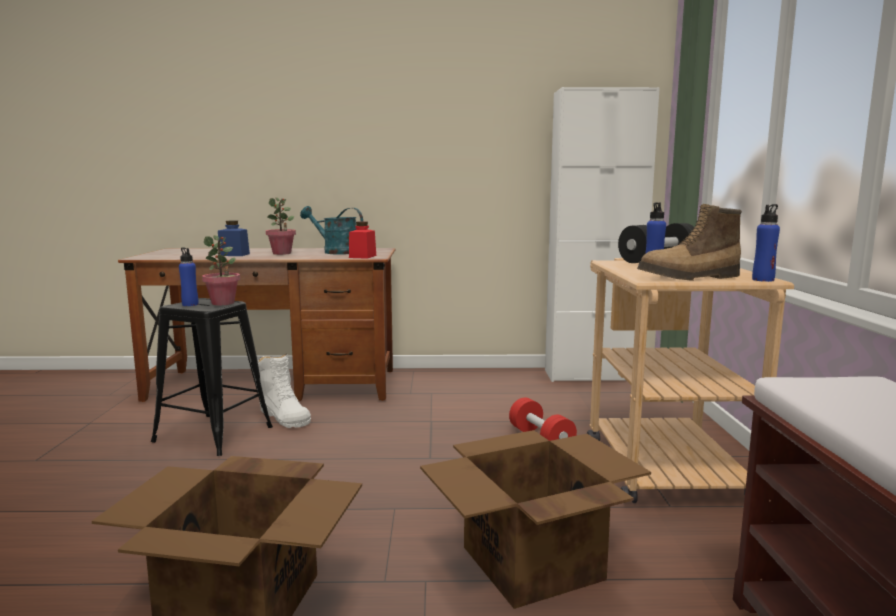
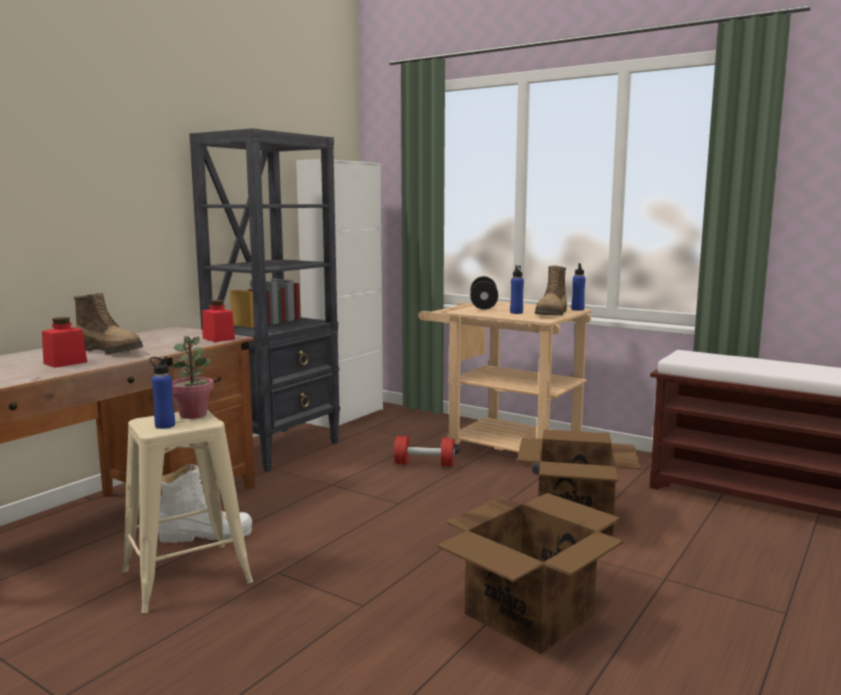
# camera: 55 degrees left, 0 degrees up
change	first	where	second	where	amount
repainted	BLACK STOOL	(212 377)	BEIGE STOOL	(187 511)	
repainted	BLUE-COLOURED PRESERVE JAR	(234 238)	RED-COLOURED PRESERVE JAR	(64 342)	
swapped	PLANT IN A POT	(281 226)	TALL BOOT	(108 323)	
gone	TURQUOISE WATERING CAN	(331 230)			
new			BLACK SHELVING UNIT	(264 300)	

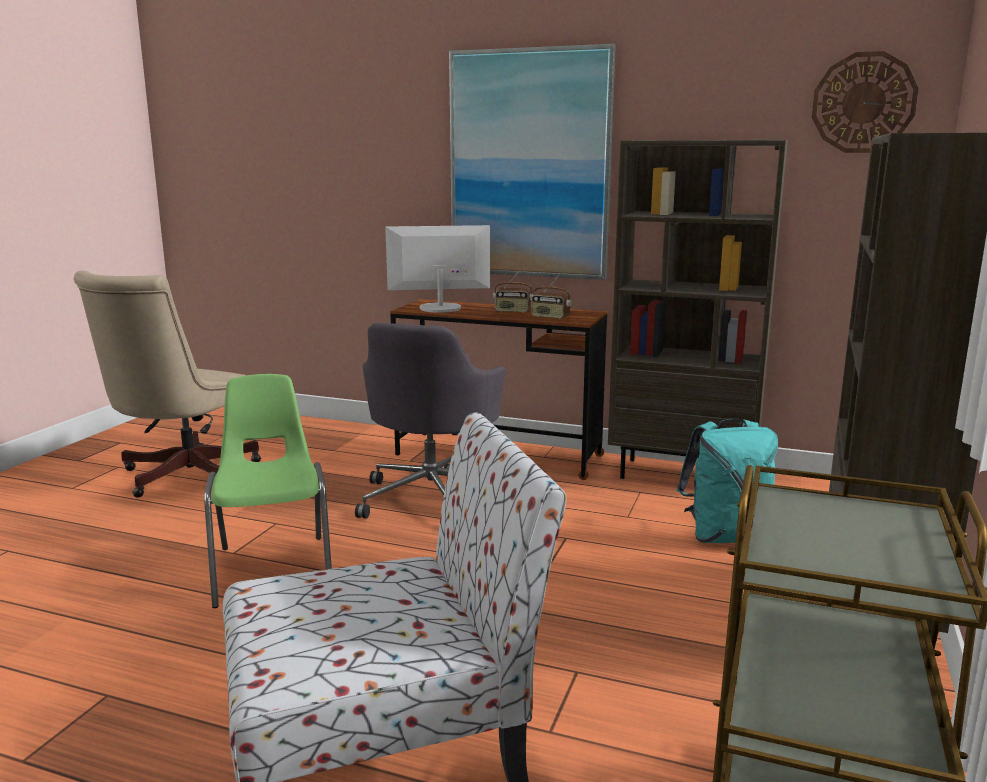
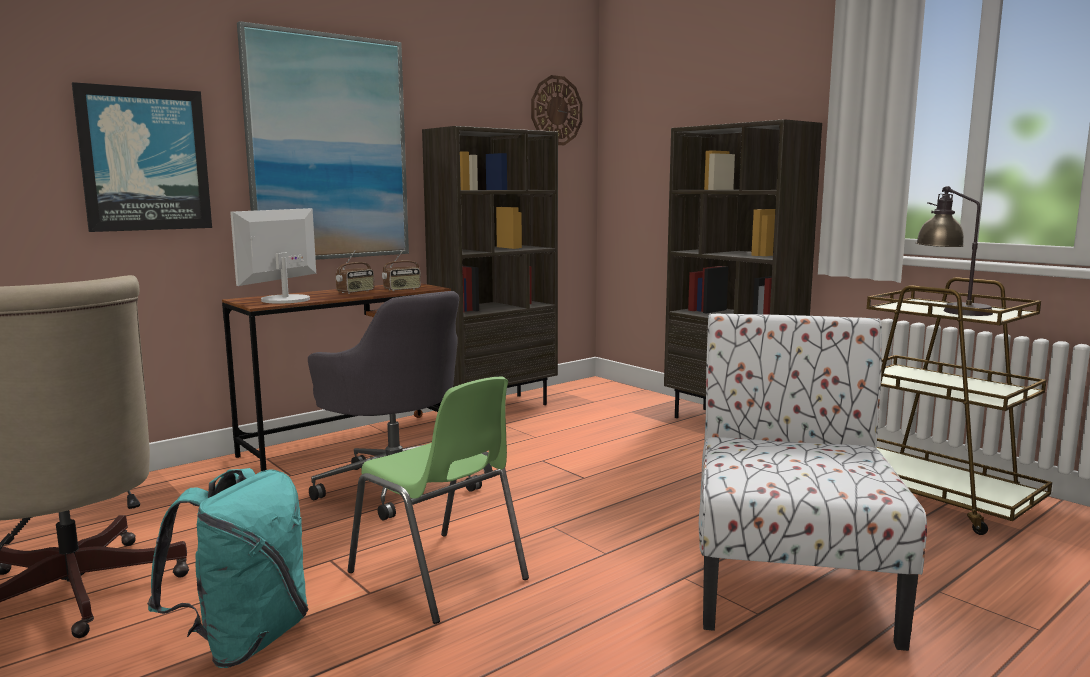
# camera: 60 degrees left, 5 degrees down
change	first	where	second	where	amount
rotated	GREEN-COLOURED CHAIR	(268 491)		(438 500)	150 degrees counterclockwise
shifted	TURQUOISE KNAPSACK	(727 480)		(227 568)	
new			WALL ART	(142 157)	
new			TABLETOP LAMP	(954 251)	

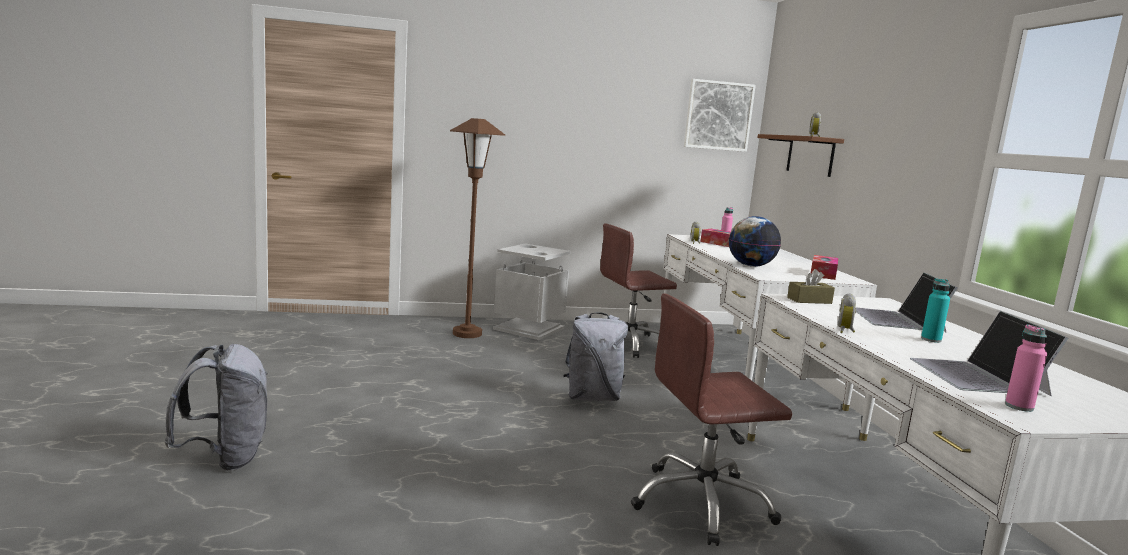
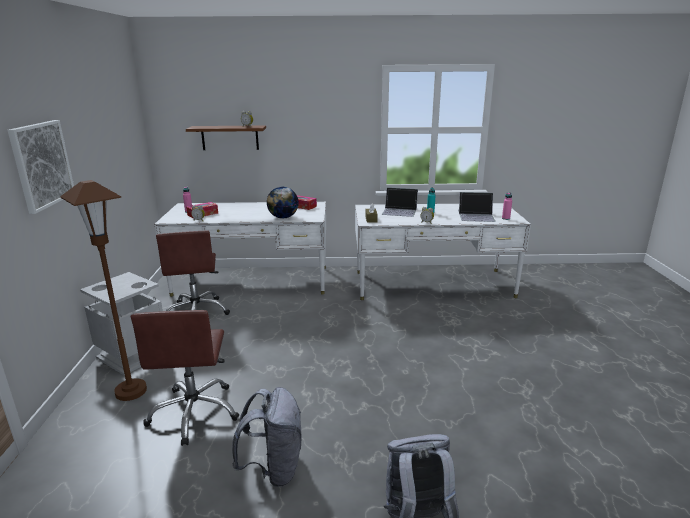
# camera: 80 degrees left, 10 degrees up
change	first	where	second	where	amount
shifted	GREY KNAPSACK	(595 356)		(266 437)	
shifted	BROWN OFFICE CHAIR	(711 420)		(185 378)	
shifted	WALL ART	(720 115)		(40 167)	

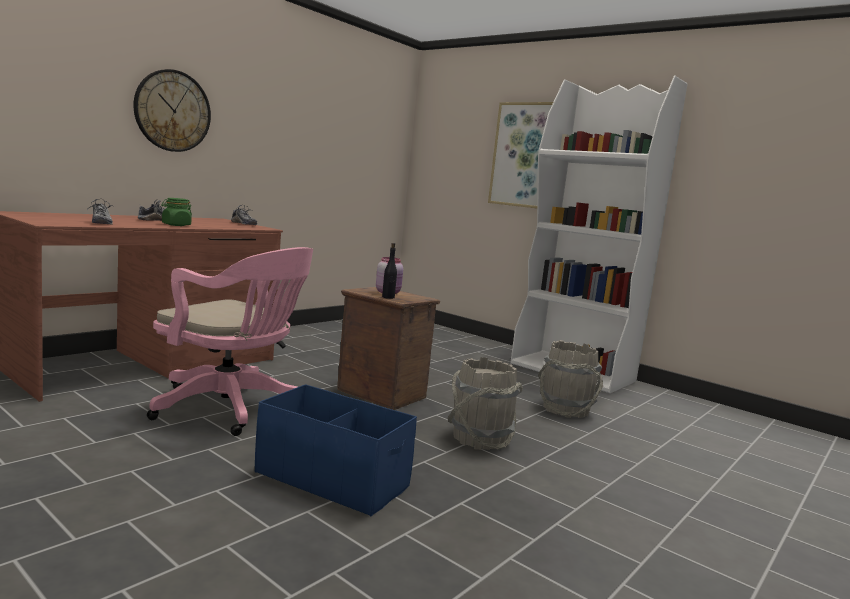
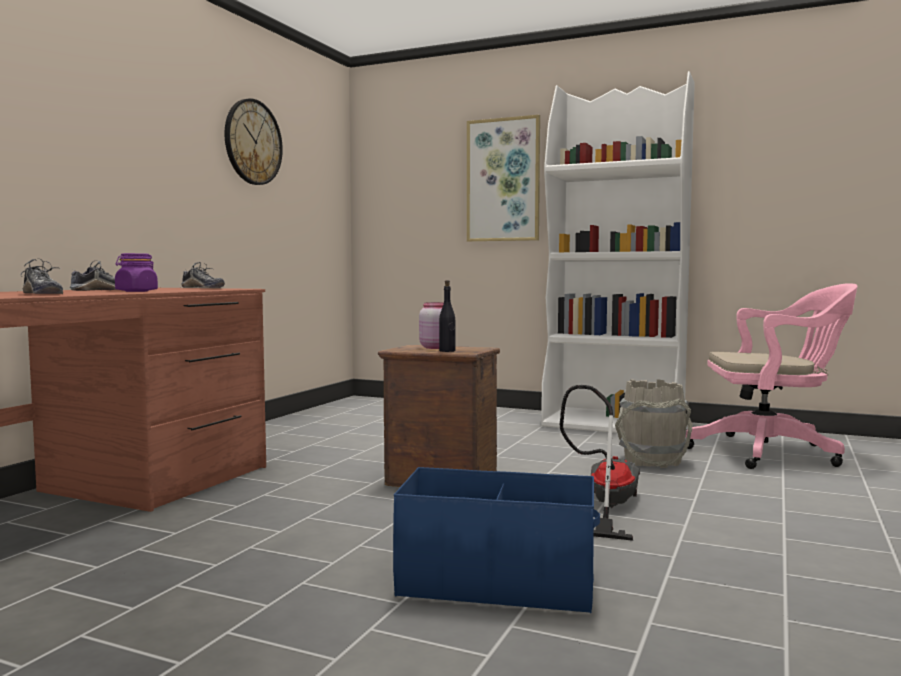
# camera: 15 degrees left, 5 degrees down
change	first	where	second	where	amount
shifted	WALL CLOCK	(172 110)		(254 142)	
shifted	PINKISH OFFICE CHAIR	(230 341)		(772 376)	
repainted	GREEN-COLOURED PRESERVE JAR	(176 212)	PURPLE-COLOURED PRESERVE JAR	(136 272)	
swapped	GREY BUCKET	(485 403)	HOOVER	(599 463)	

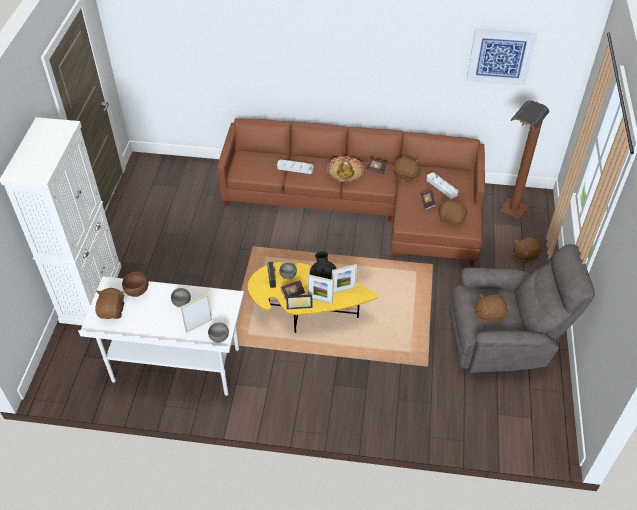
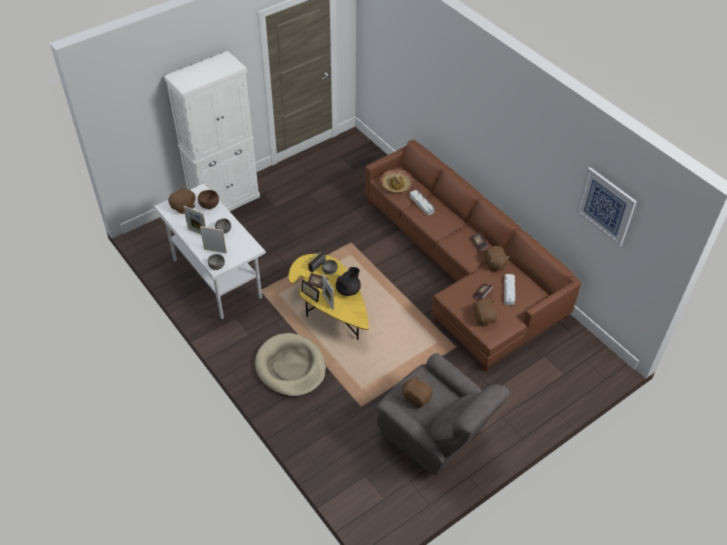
# camera: 45 degrees right, 0 degrees up
change	first	where	second	where	amount
shifted	WEARABLE HAT	(345 169)		(397 181)	
shifted	PHOTO FRAME	(344 279)		(194 220)	
gone	BROWN FLOOR LAMP	(524 159)			
gone	BROWN PLUSH TOY	(527 250)			
new			BEIGE DOG CUSHION	(290 365)	

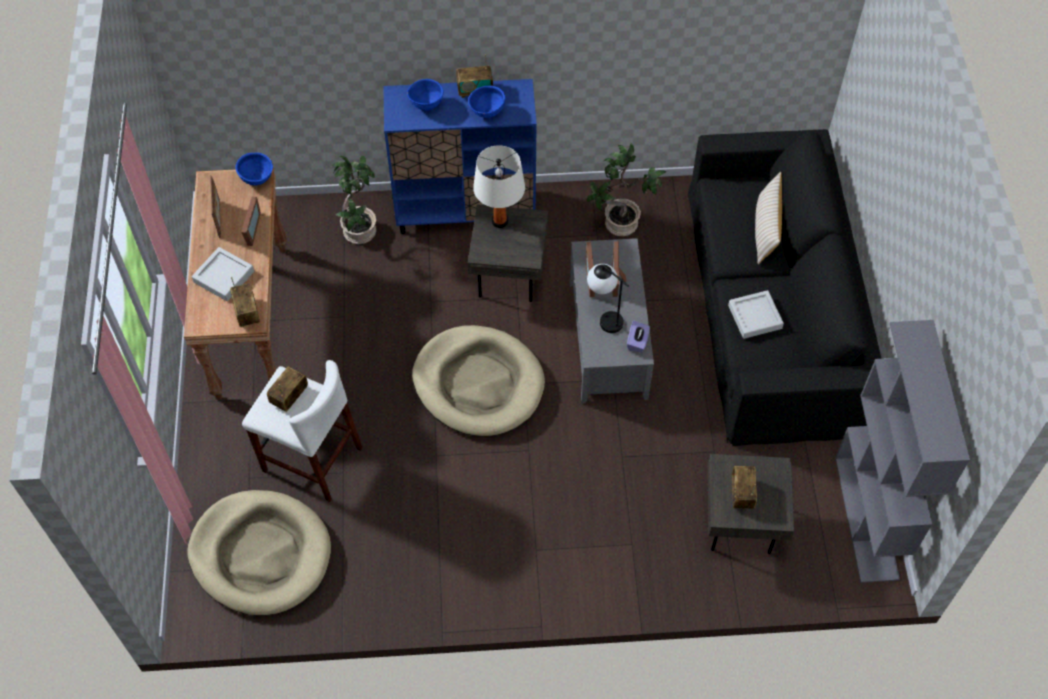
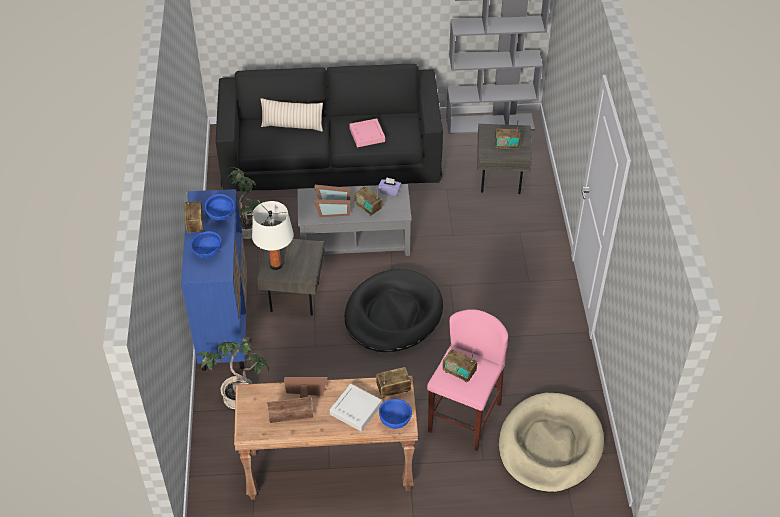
# camera: 90 degrees left, 10 degrees down
change	first	where	second	where	amount
shifted	BLUE-COLOURED BOWL	(254 168)		(395 414)	
repainted	WHITE-COLOURED STOOL	(302 431)	PINKISH STOOL	(467 380)	
repainted	BEIGE DOG CUSHION	(478 380)	BLACK DOG CUSHION	(393 310)	
swapped	TABLETOP LAMP	(608 298)	RADIO	(368 201)	
repainted	GREY SERVING TRAY	(756 314)	PINKISH SERVING TRAY	(367 132)	

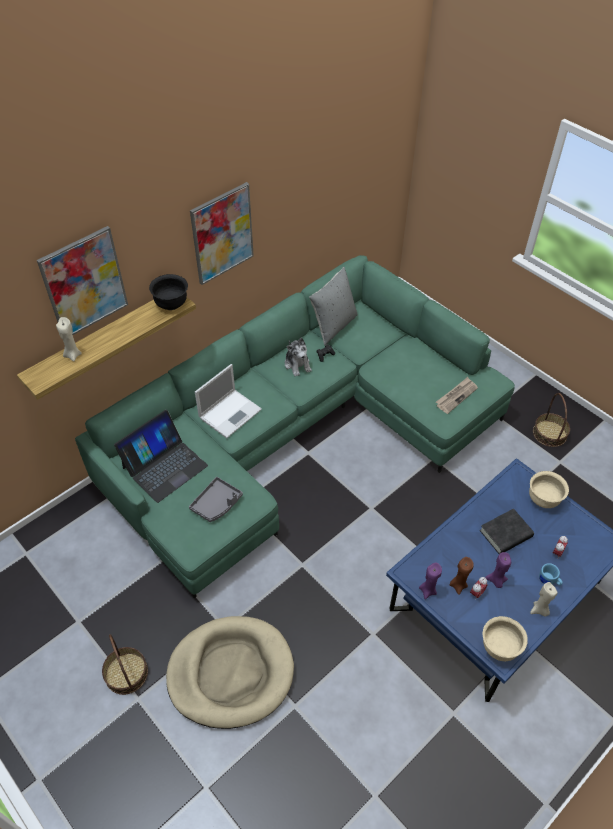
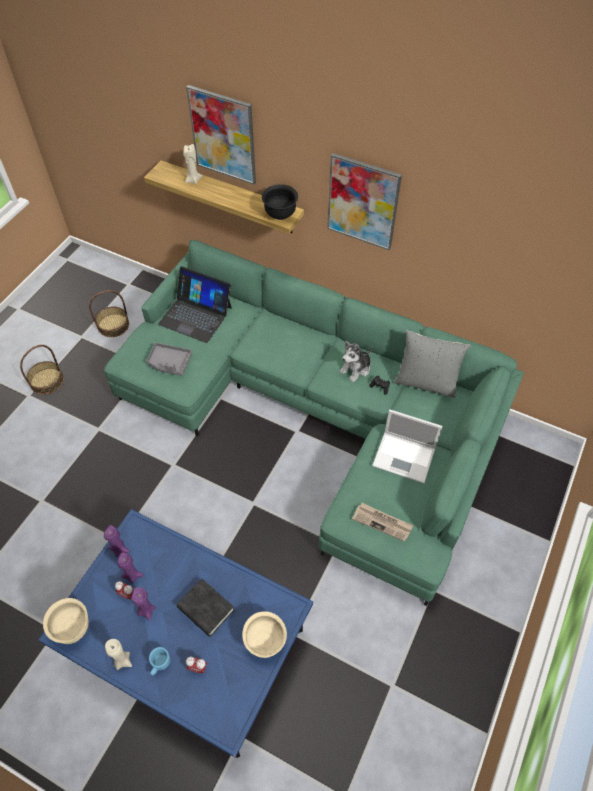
# camera: 70 degrees right, 5 degrees up
change	first	where	second	where	amount
gone	BEIGE DOG CUSHION	(230 672)			
shifted	PORTABLE COMPUTER	(228 401)		(407 446)	
repainted	BROWN WAX CANDLE	(462 576)	PURPLE-COLOURED WAX CANDLE	(130 568)	
shifted	HOUSEHOLD BASKET	(551 420)		(109 313)	

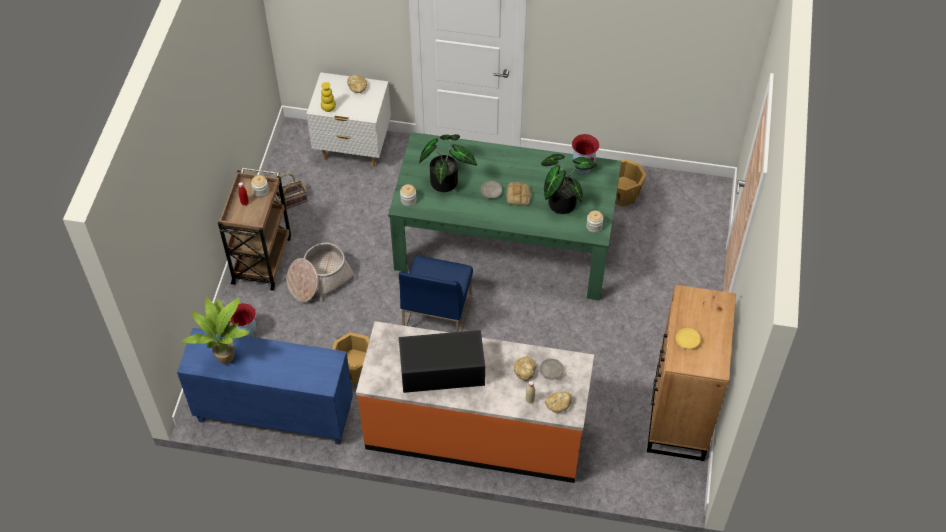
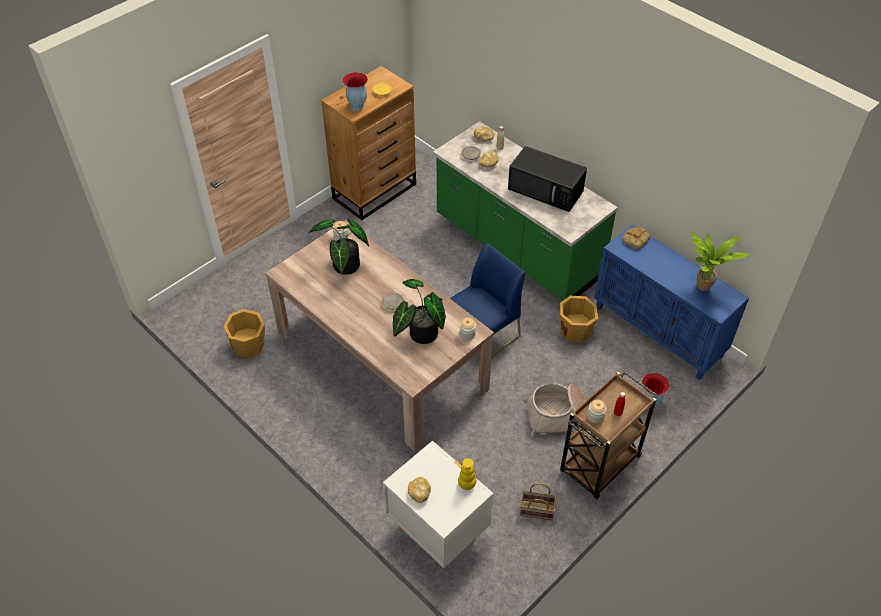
# camera: 145 degrees left, 5 degrees down
change	first	where	second	where	amount
repainted	ORANGE KITCHEN BASE UNIT	(475 402)	GREEN-COLOURED KITCHEN BASE UNIT	(525 210)	
repainted	GREEN-COLOURED DINNER TABLE	(504 216)	BEIGE DINNER TABLE	(379 336)	
shifted	BAKED BREAD	(518 194)		(636 238)	
shifted	FLOWER VASE	(586 154)		(355 91)	

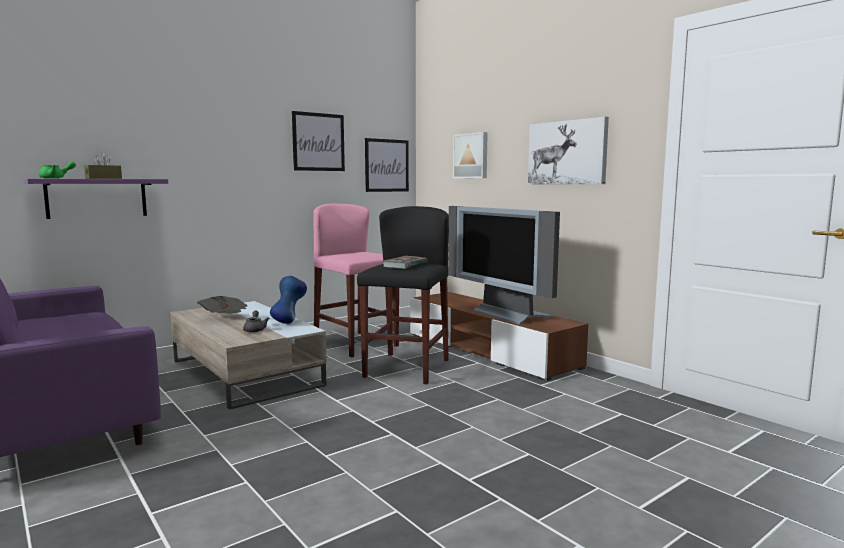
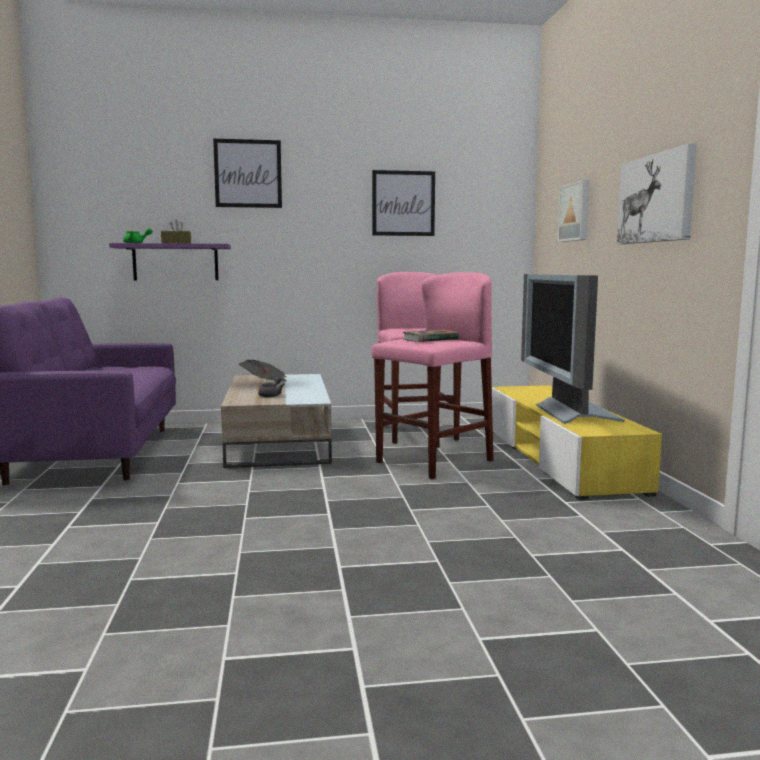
# camera: 30 degrees right, 0 degrees up
change	first	where	second	where	amount
gone	BLUE-COLOURED FLOWER VASE	(288 300)			
repainted	BLACK STOOL	(403 295)	PINKISH STOOL	(432 375)	
shifted	WALL ART	(387 165)		(247 173)	
repainted	BROWN TV STAND	(499 336)	YELLOWISH TV STAND	(577 442)	

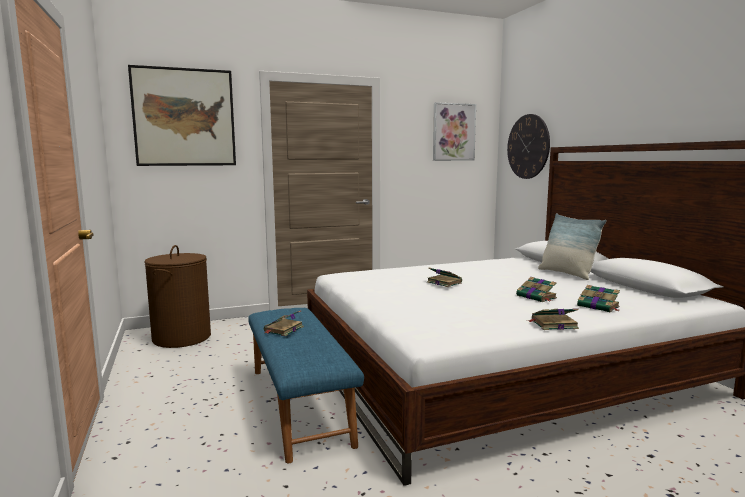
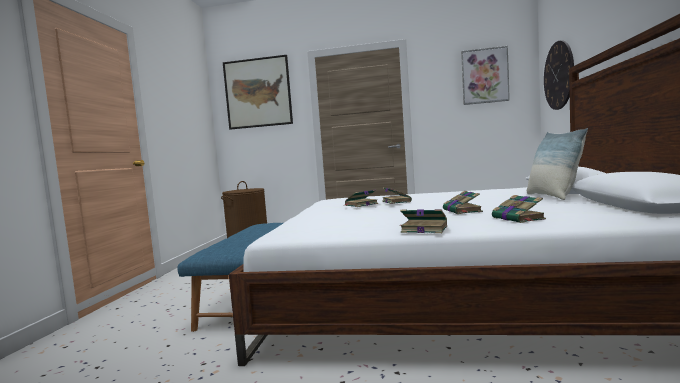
# camera: 30 degrees right, 5 degrees down
change	first	where	second	where	amount
shifted	VOLUME	(284 323)		(361 198)	

